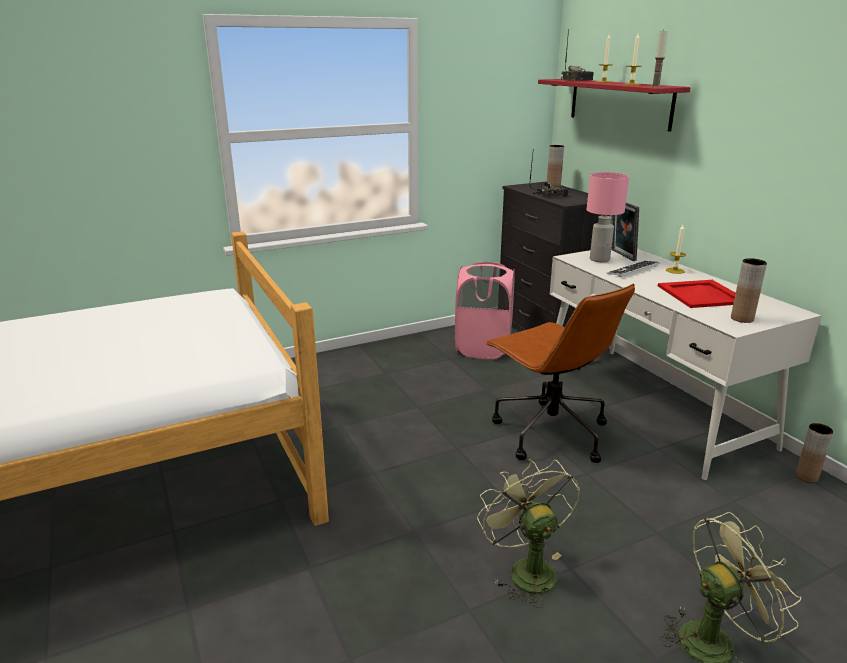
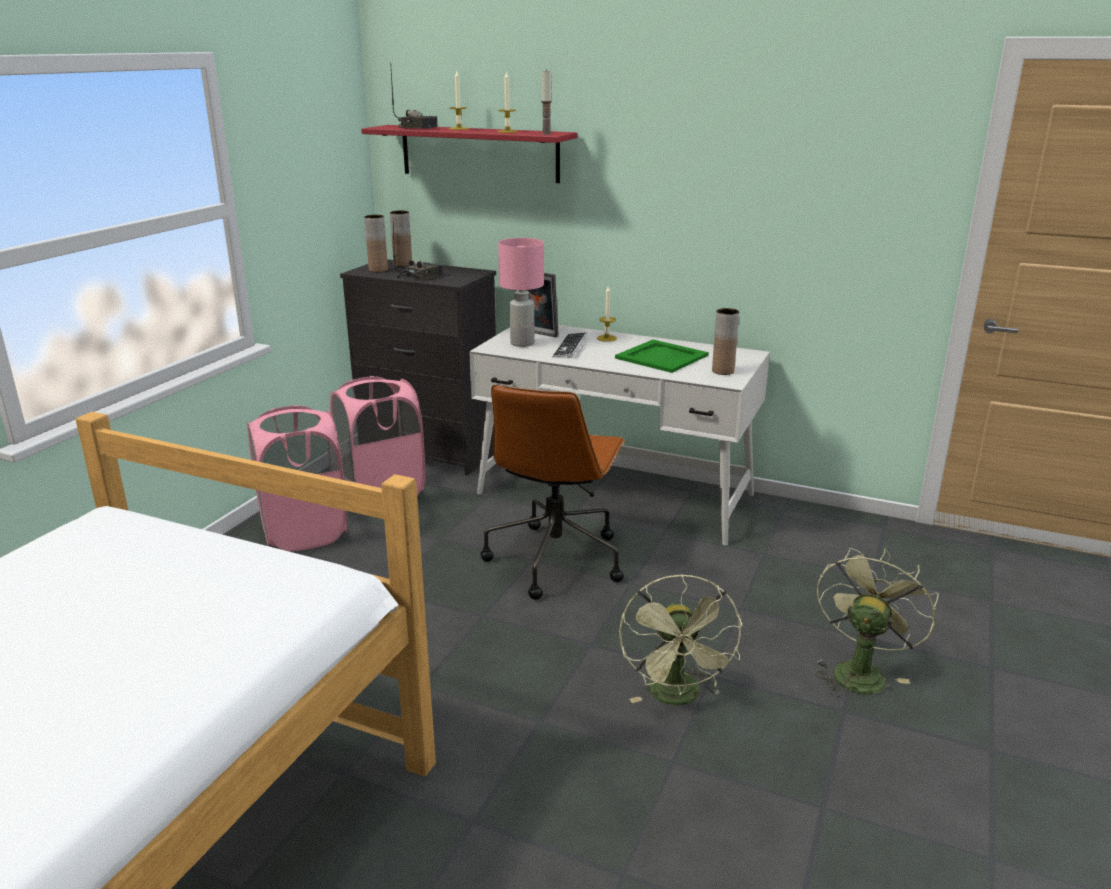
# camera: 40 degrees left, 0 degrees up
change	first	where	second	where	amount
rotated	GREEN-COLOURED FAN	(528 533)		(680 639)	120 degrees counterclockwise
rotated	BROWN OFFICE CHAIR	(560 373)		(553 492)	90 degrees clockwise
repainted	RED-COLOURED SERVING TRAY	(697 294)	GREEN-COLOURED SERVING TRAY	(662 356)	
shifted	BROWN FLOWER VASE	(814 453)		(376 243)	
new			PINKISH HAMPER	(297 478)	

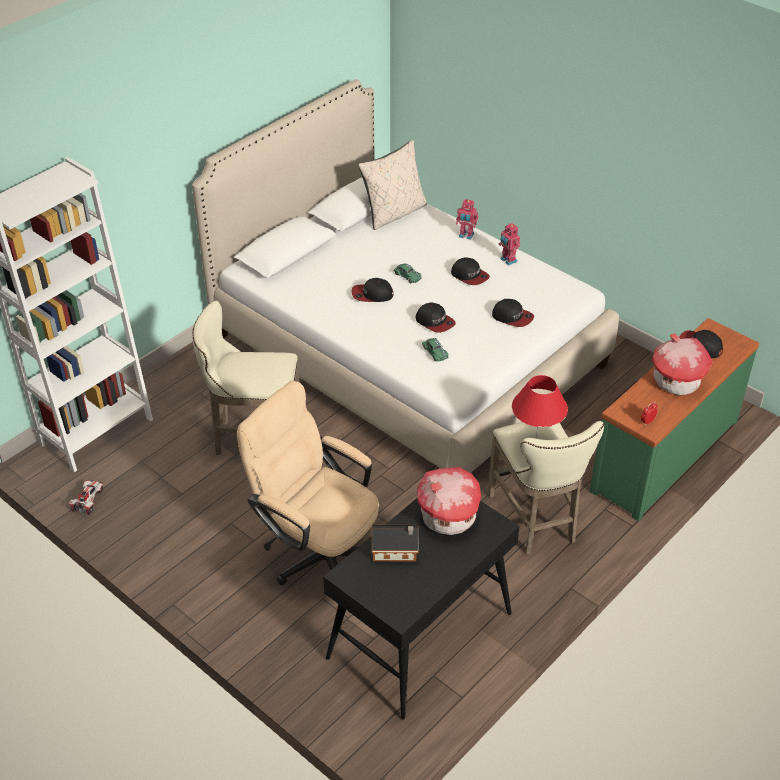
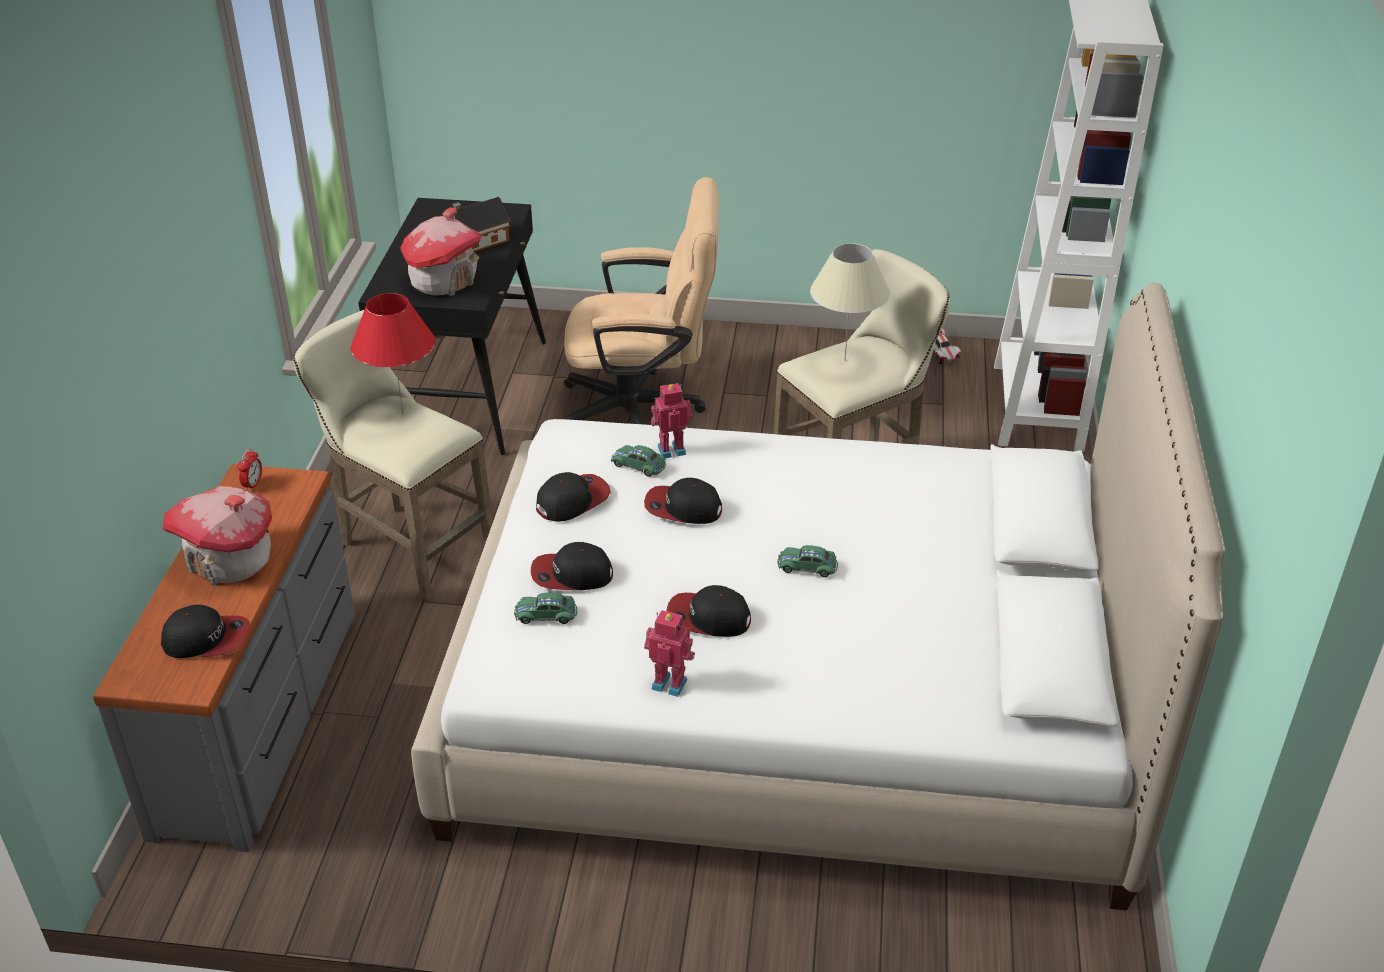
# camera: 145 degrees right, 5 degrees down
change	first	where	second	where	amount
shifted	PEAKED CAP	(372 290)		(573 497)	
gone	BEIGE PILLOW	(392 185)			
shifted	TOY ROBOT	(467 219)		(671 420)	
repainted	GREEN-COLOURED DRESSER	(674 419)	GREY DRESSER	(224 658)	
new			GREEN-COLOURED TOY CAR	(545 608)	
new			BEIGE TABLETOP LAMP	(850 302)	

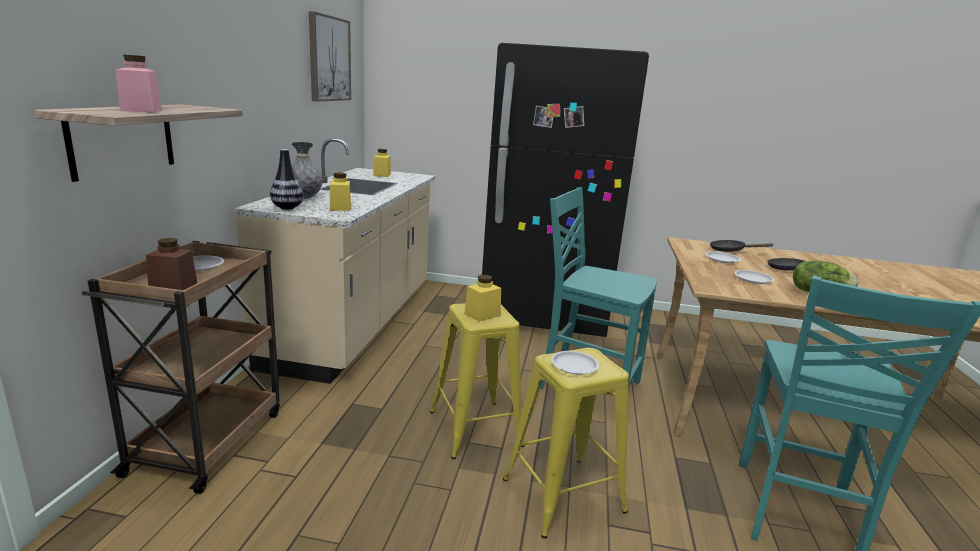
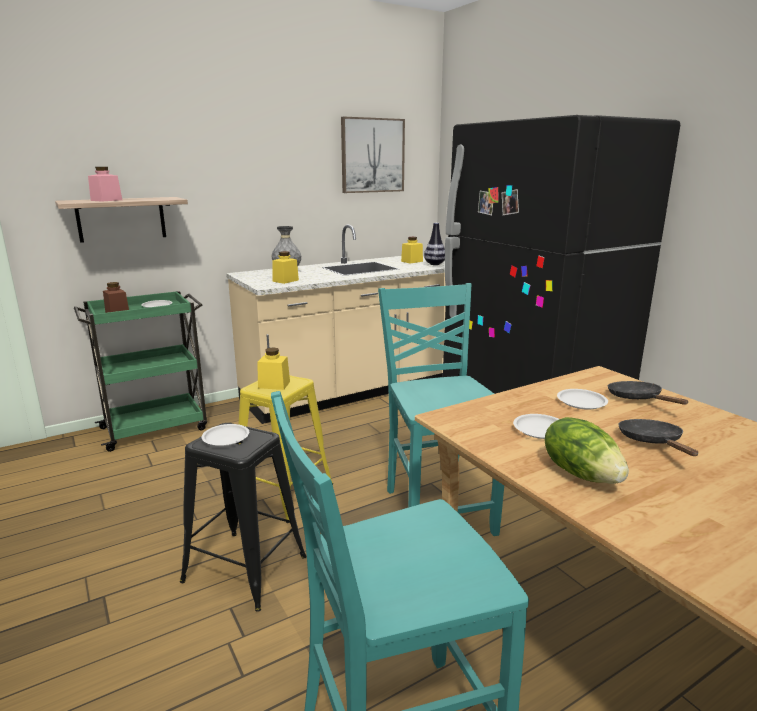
# camera: 50 degrees right, 0 degrees up
change	first	where	second	where	amount
repainted	BROWN CART	(180 367)	GREEN-COLOURED CART	(140 371)	
shifted	FLOWER VASE	(286 179)		(434 244)	
repainted	YELLOWISH STOOL	(566 443)	BLACK STOOL	(243 517)	

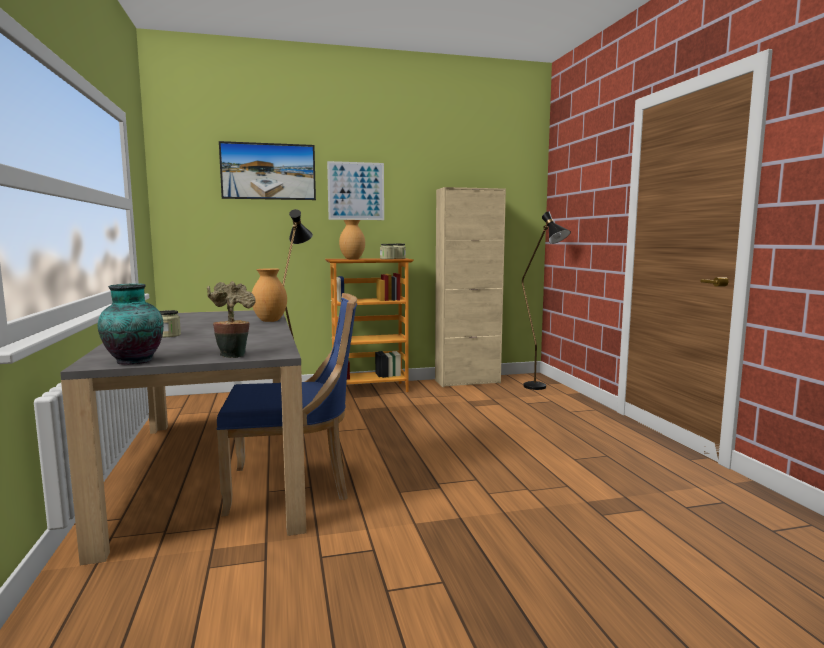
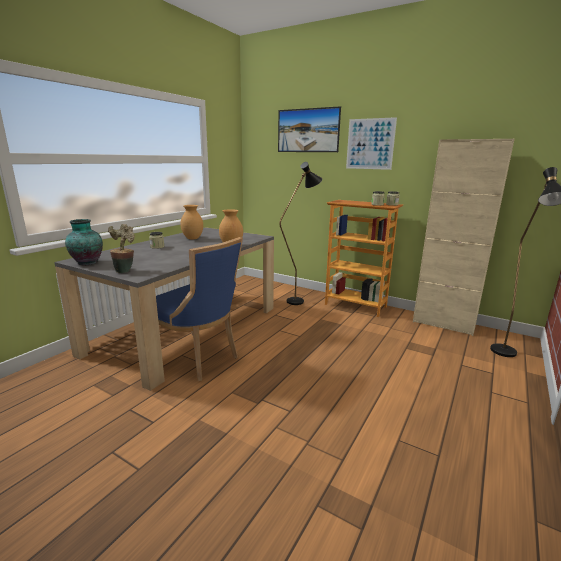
# camera: 45 degrees right, 10 degrees up
change	first	where	second	where	amount
shifted	BROWN FLOWER VASE	(352 239)		(191 222)	

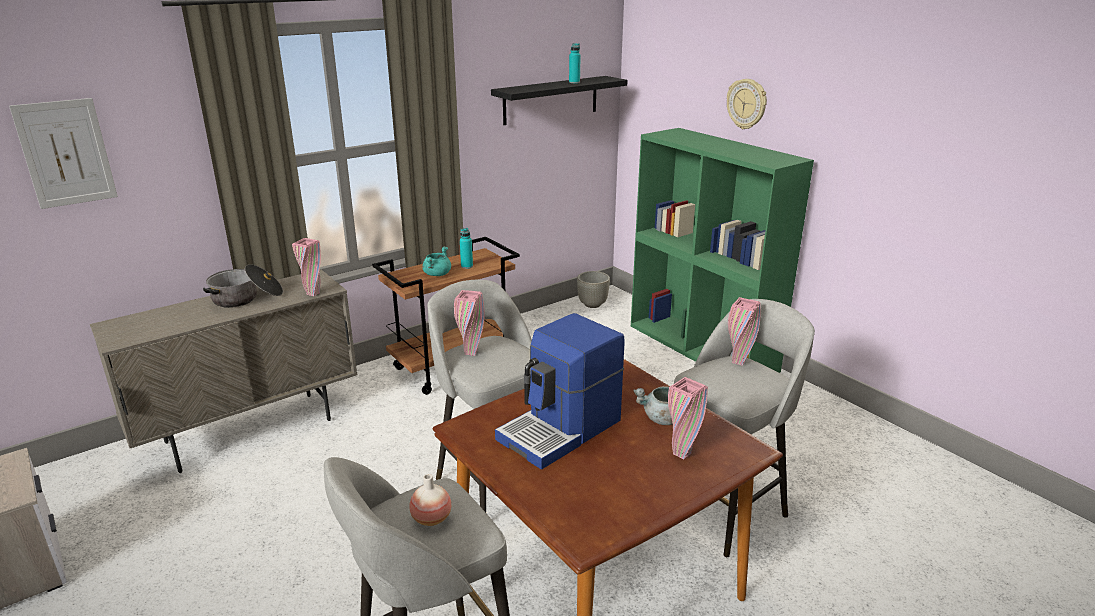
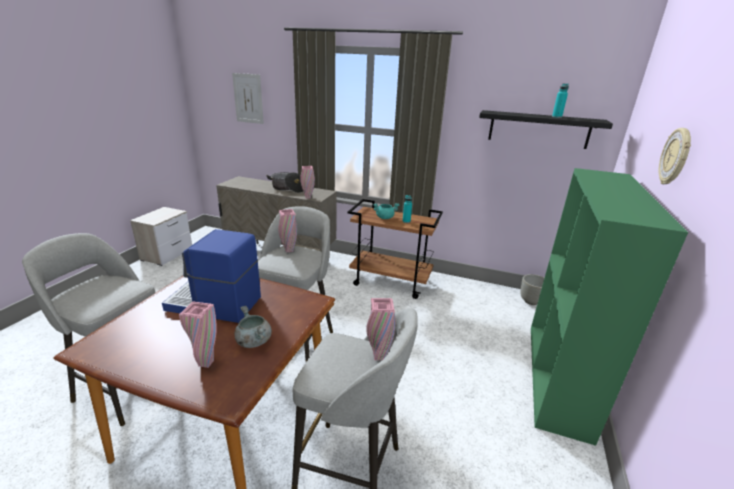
# camera: 55 degrees right, 0 degrees up
change	first	where	second	where	amount
gone	FLOWER VASE	(430 500)			

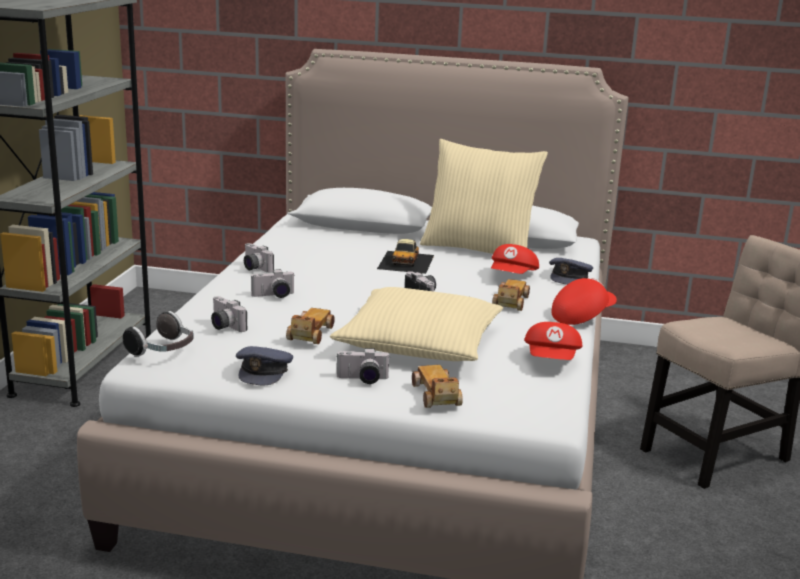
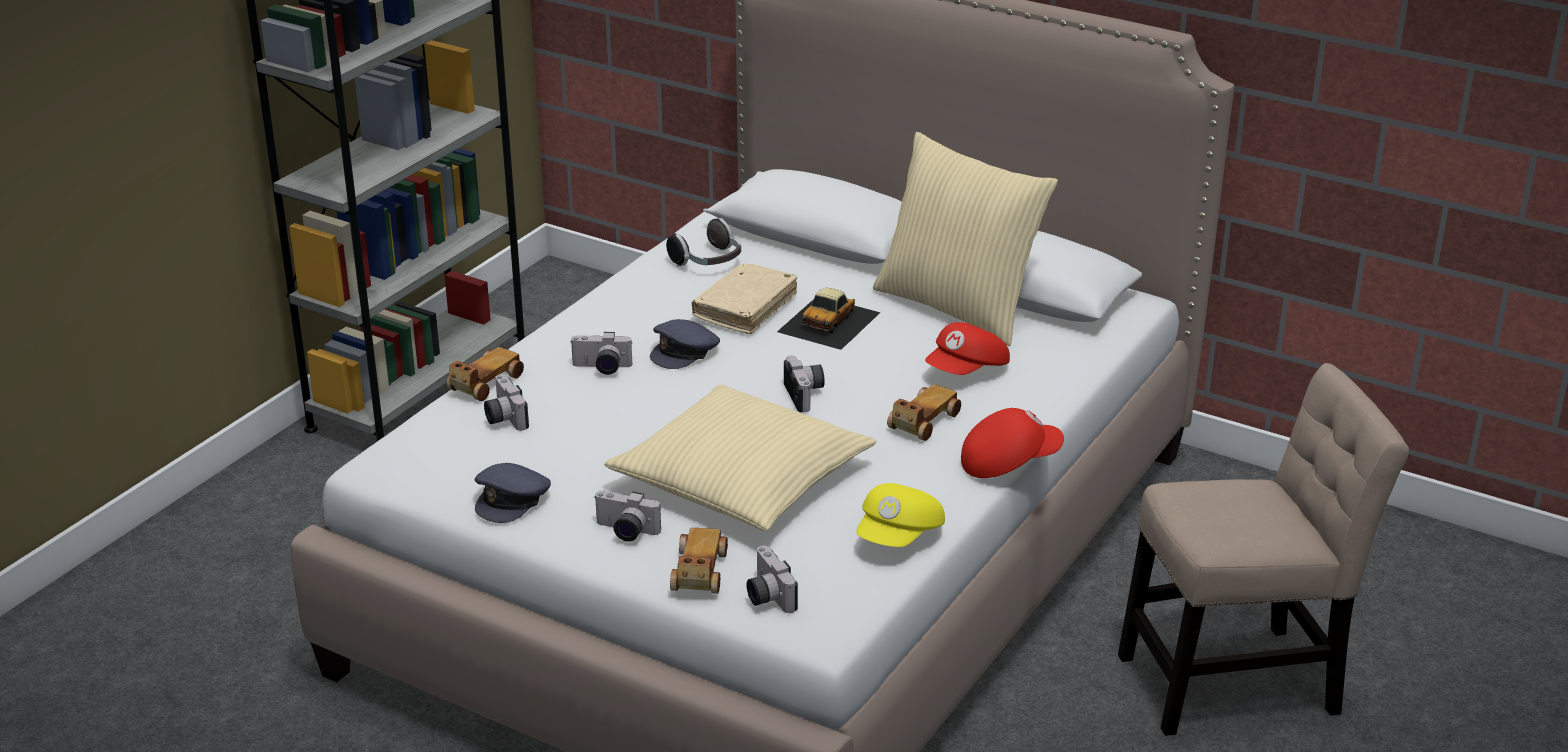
# camera: 20 degrees right, 10 degrees up
change	first	where	second	where	amount
shifted	HEADSET	(158 334)		(703 242)	
shifted	STILL CAMERA	(259 258)		(772 579)	
shifted	TOY CAR	(310 326)		(485 374)	
repainted	RED-COLOURED PEAKED CAP	(553 341)	YELLOWISH PEAKED CAP	(900 515)	
shifted	GREY PEAKED CAP	(571 271)		(685 344)	
new			BEIGE VOLUME	(744 298)	

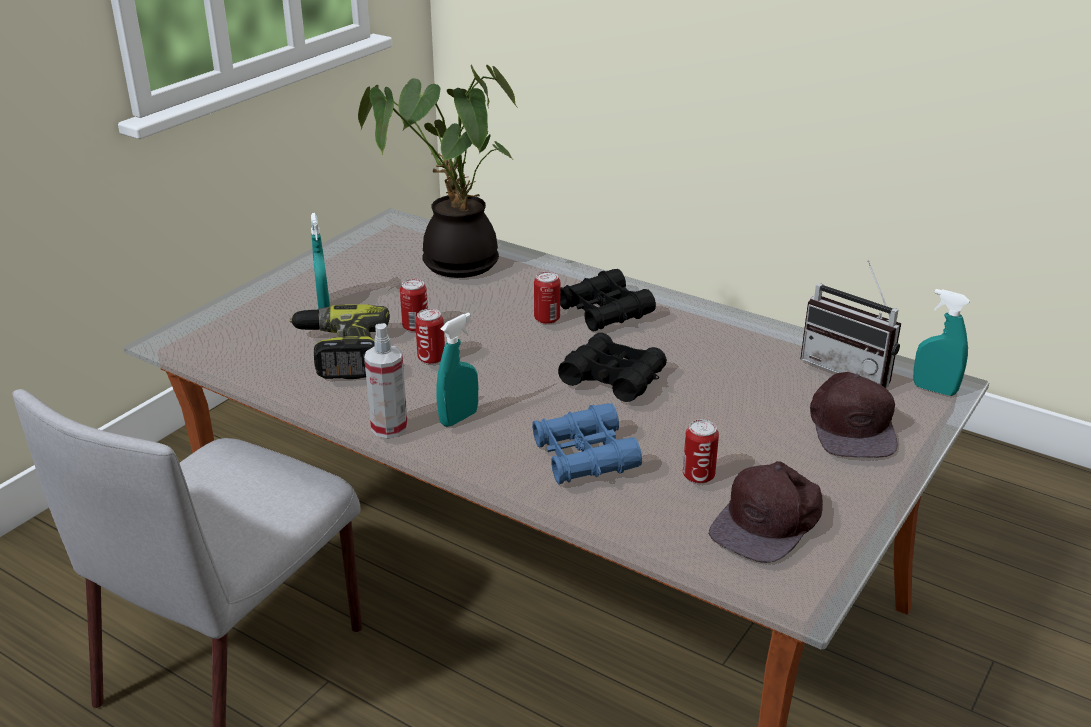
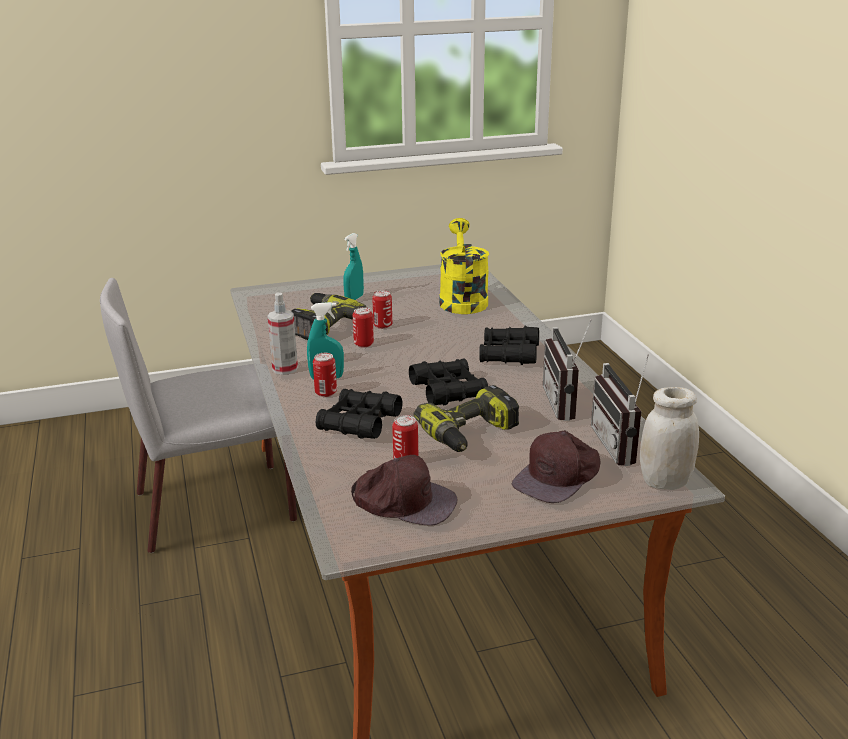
# camera: 40 degrees right, 5 degrees down
change	first	where	second	where	amount
swapped	PLANT IN A POT	(438 171)	YELLOWISH WATERING CAN	(464 266)	
repainted	BLUE-COLOURED PAIR OF BINOCULARS	(587 443)	BLACK PAIR OF BINOCULARS	(359 414)	
shifted	SEALED CAN	(547 298)		(325 375)	
rotated	BROWN PEAKED CAP	(766 512)		(404 490)	150 degrees counterclockwise
swapped	TURQUOISE HAND SPRAYER	(941 342)	WHITE-COLOURED PRESERVE JAR	(669 438)	
new			POWER DRILL	(466 418)	
new			RADIO	(567 370)	

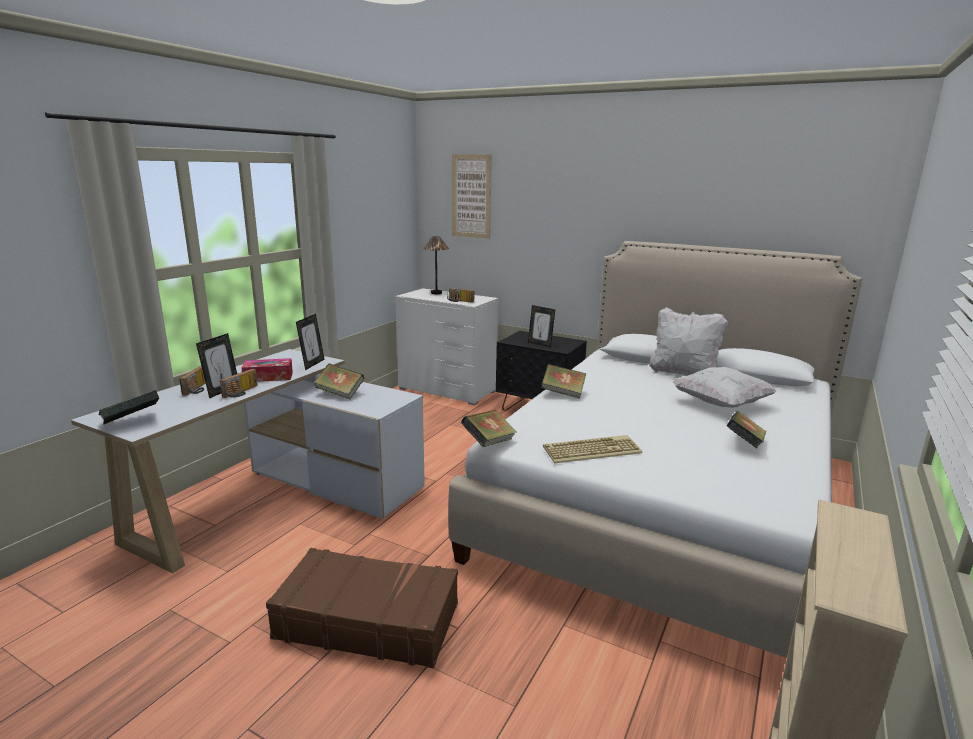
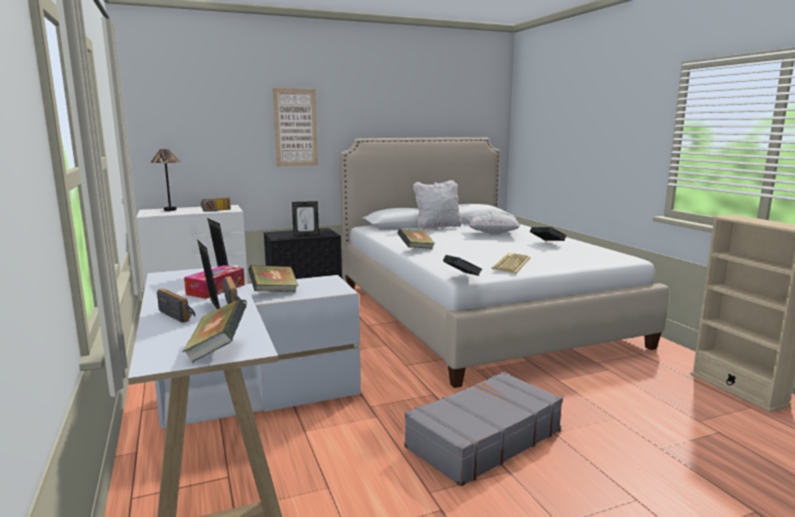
# camera: 50 degrees left, 5 degrees down
change	first	where	second	where	amount
repainted	BROWN SUITCASE	(362 608)	GREY SUITCASE	(483 429)	
shifted	WALL ART	(472 196)		(295 127)	

